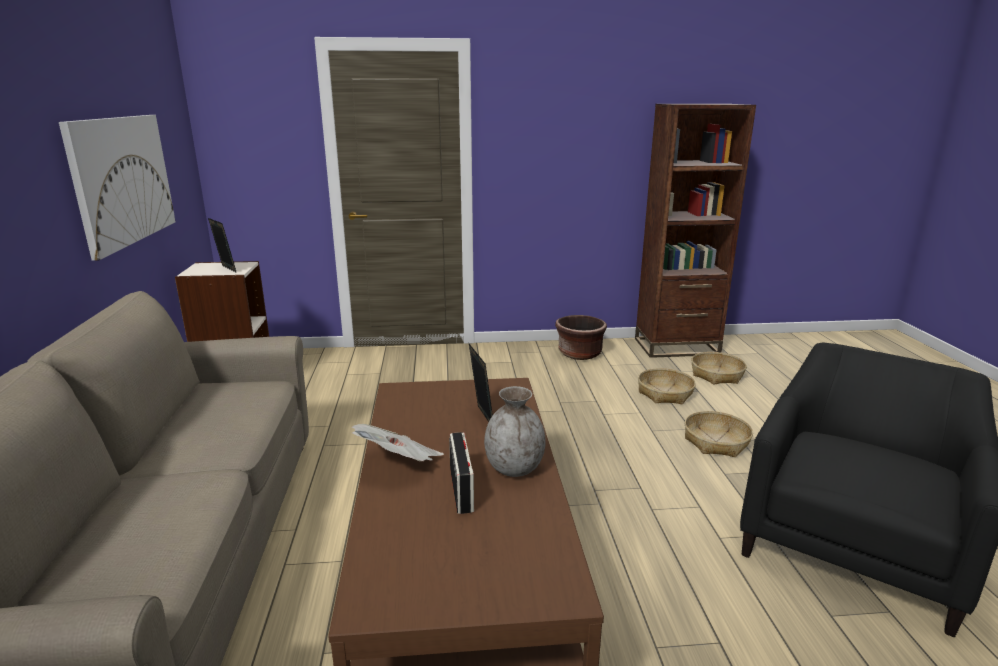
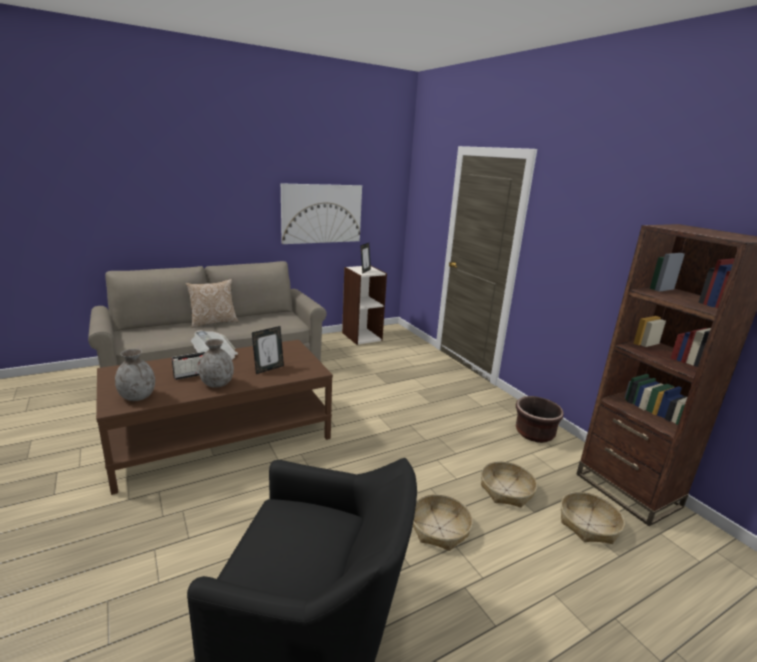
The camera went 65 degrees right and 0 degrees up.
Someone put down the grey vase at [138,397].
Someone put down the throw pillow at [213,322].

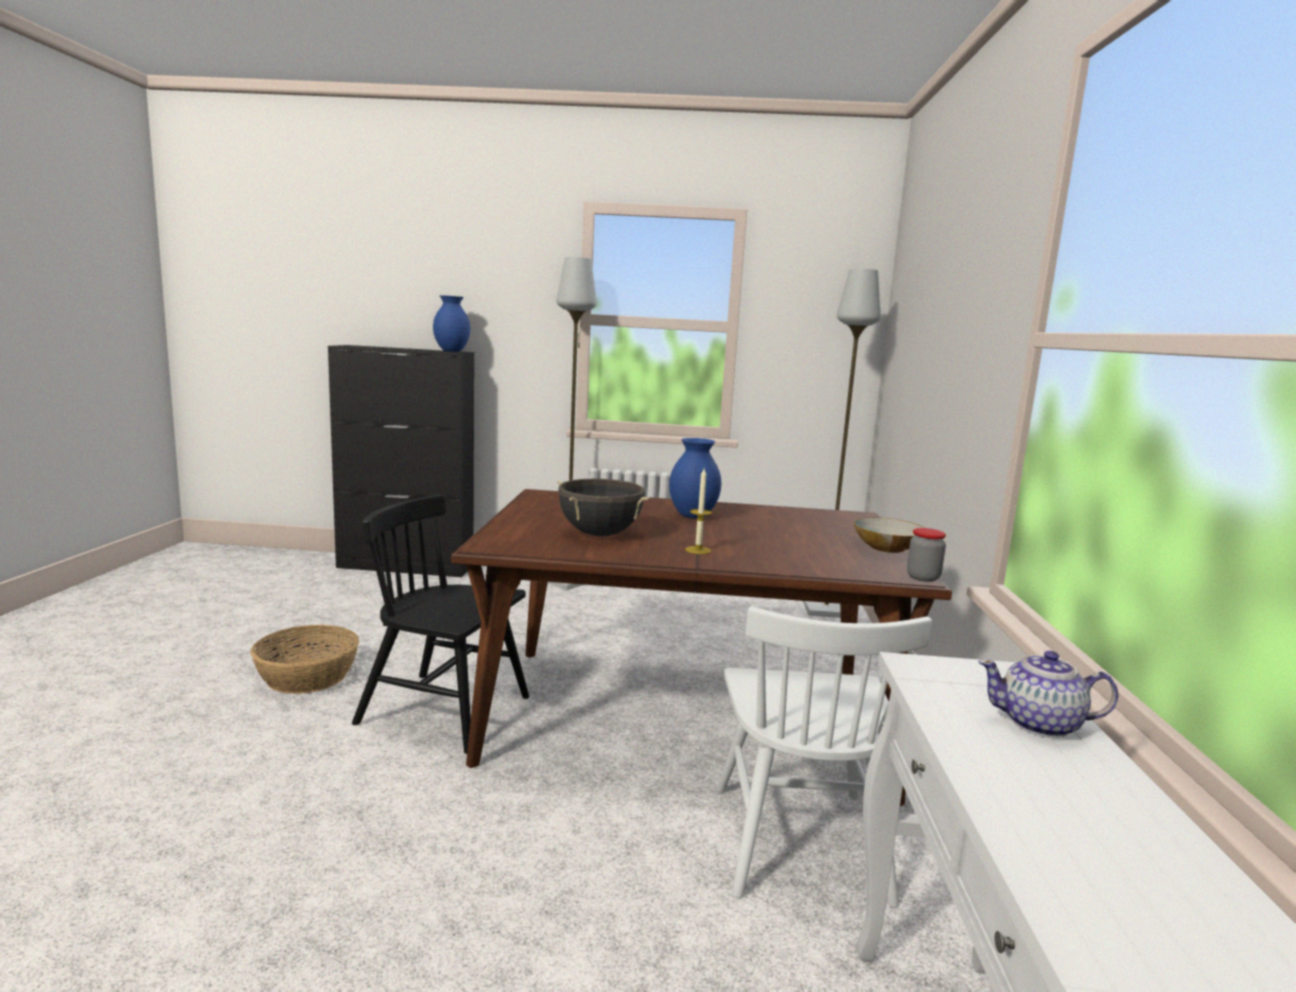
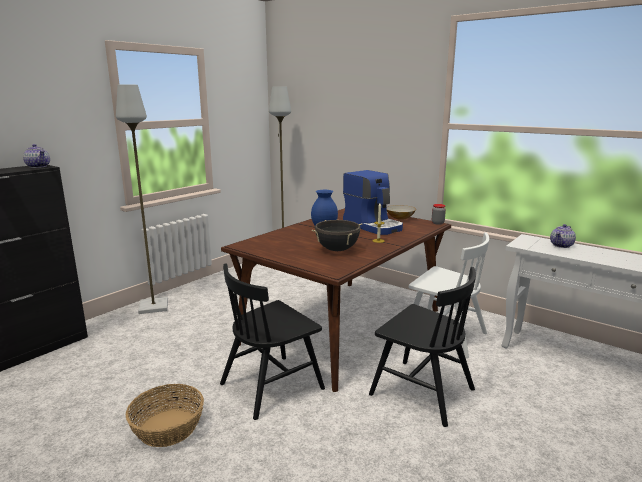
The camera went 55 degrees left and 5 degrees up.
Someone put down the coffee machine at [373,226].
Someone put down the blackish plain chair at [421,391].
Someone swapped the blue-coloured vase at [452,351] for the pot for tea at [38,166].

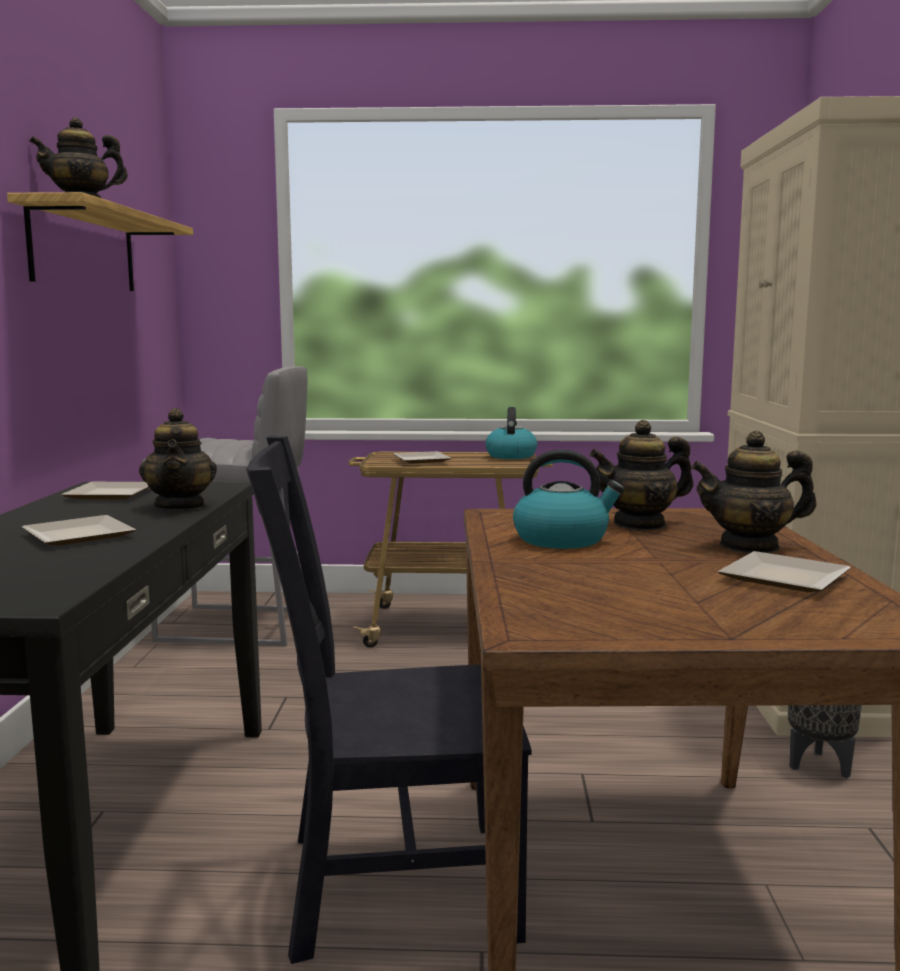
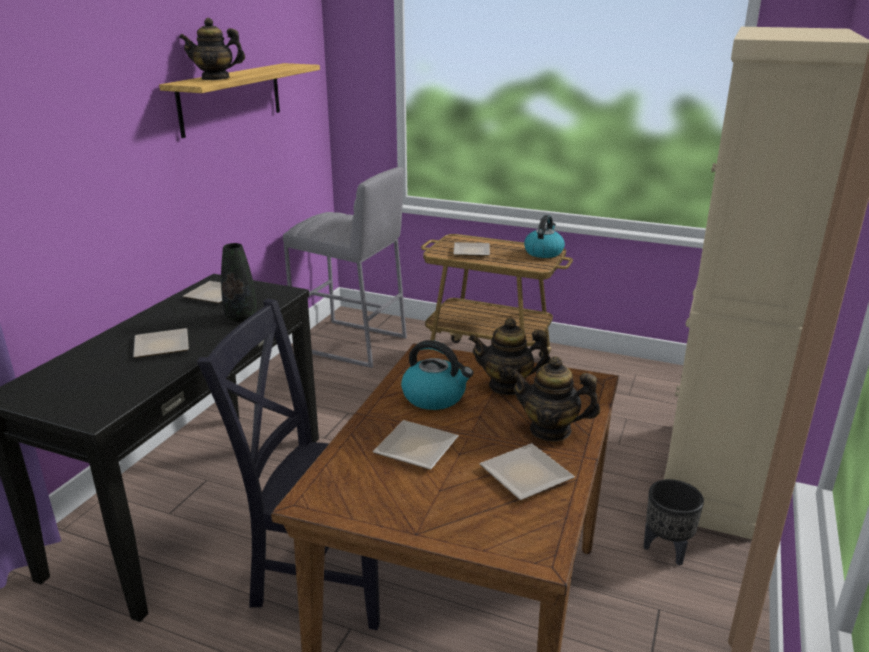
The camera went 20 degrees right and 15 degrees up.
Someone put down the flat dish at [419,448].
Someone swapped the pot for tea at [181,506] for the blackish vase at [241,317].

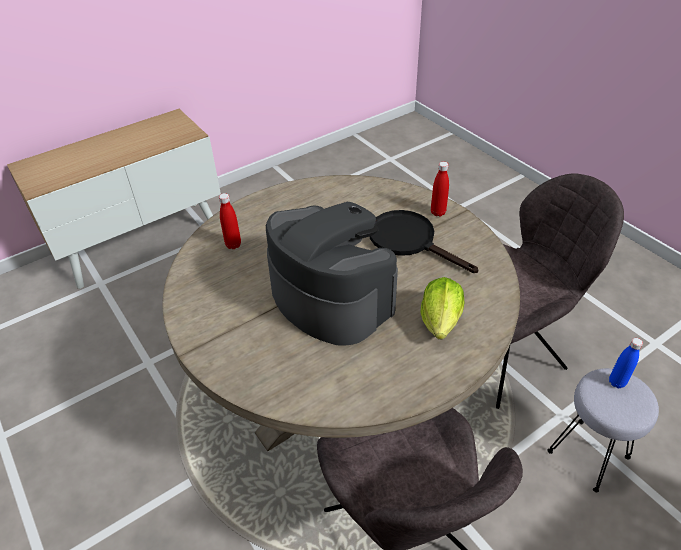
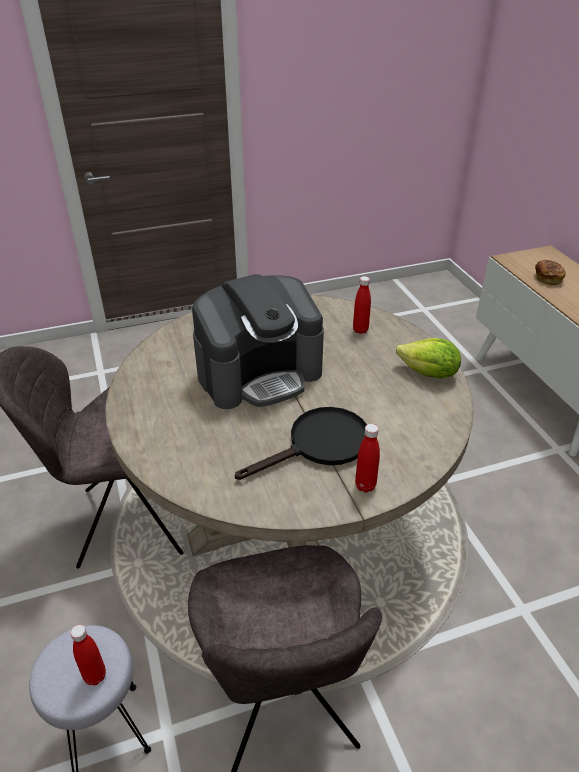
The camera went 105 degrees right and 5 degrees down.
Someone put down the bakery bread at [547,278].
Someone carried the lettuce head from [441,321] to [428,374].
Someone repainted the blue-coloured drink bottle at [617,382], which became the red drink bottle at [95,676].

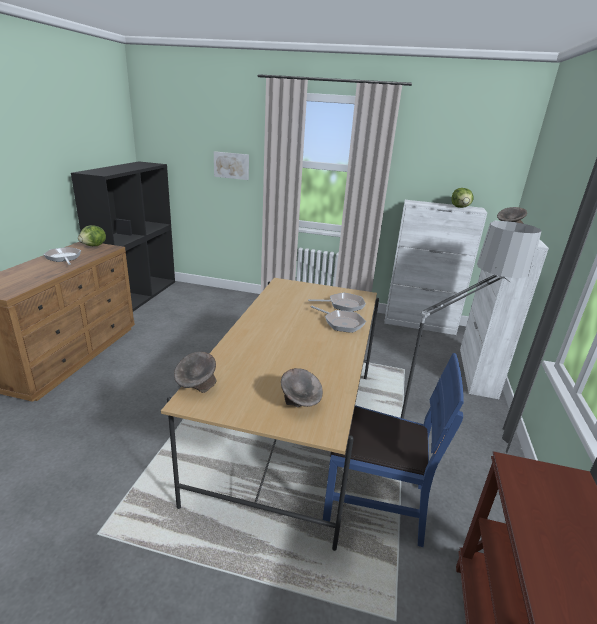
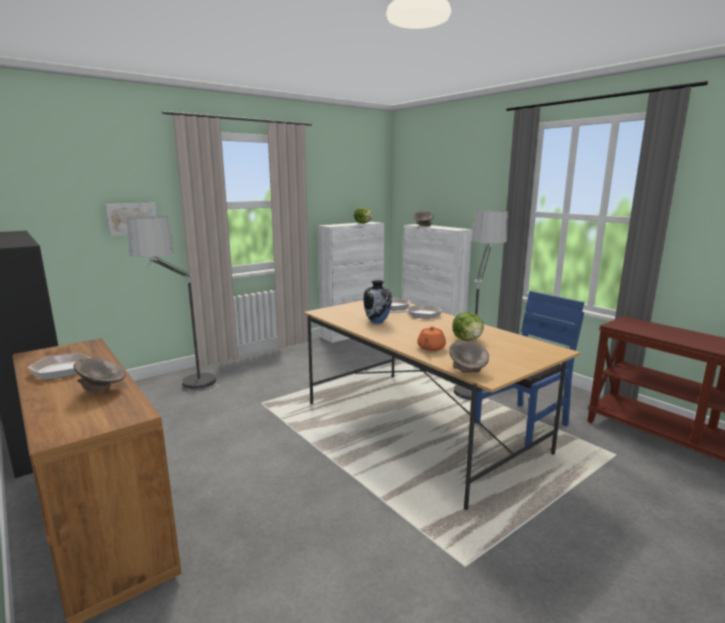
The camera went 50 degrees left and 10 degrees down.
Someone put down the standard lamp at [187,395].
Someone put down the vase at [377,321].
Someone put down the orange pot for tea at [431,348].
Someone carried the lettuce head from [94,246] to [467,340].
Someone carried the grey deep dish from [300,404] to [103,390].

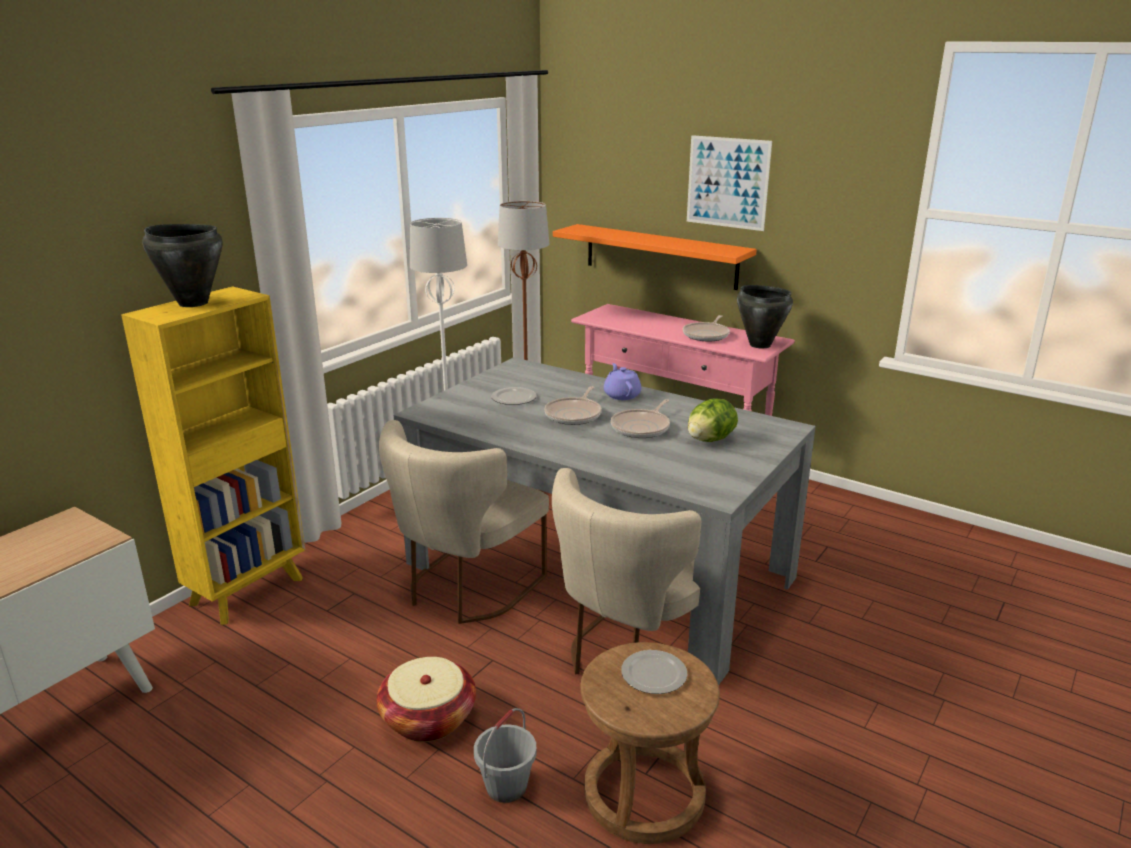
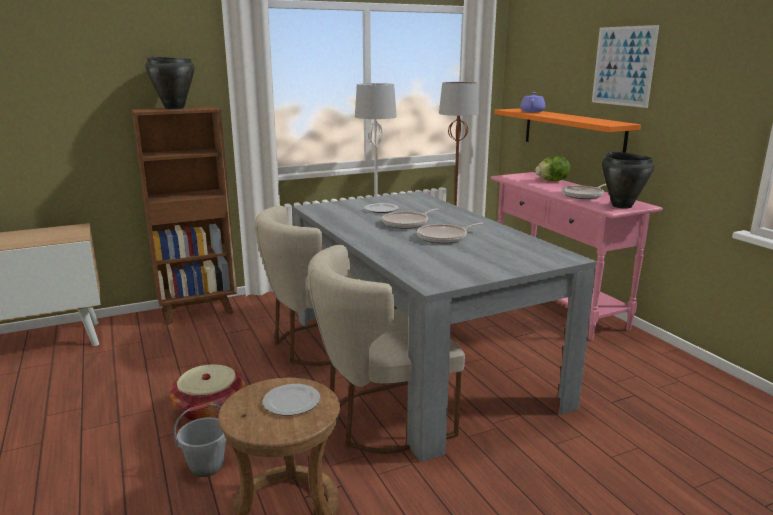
The camera went 30 degrees right and 5 degrees down.
Someone carried the purple-coloured pot for tea from [621,395] to [532,111].
Someone carried the lettuce head from [710,440] to [552,181].
Someone repainted the yellow-coloured shelving unit at [249,590], which became the brownish shelving unit at [199,311].

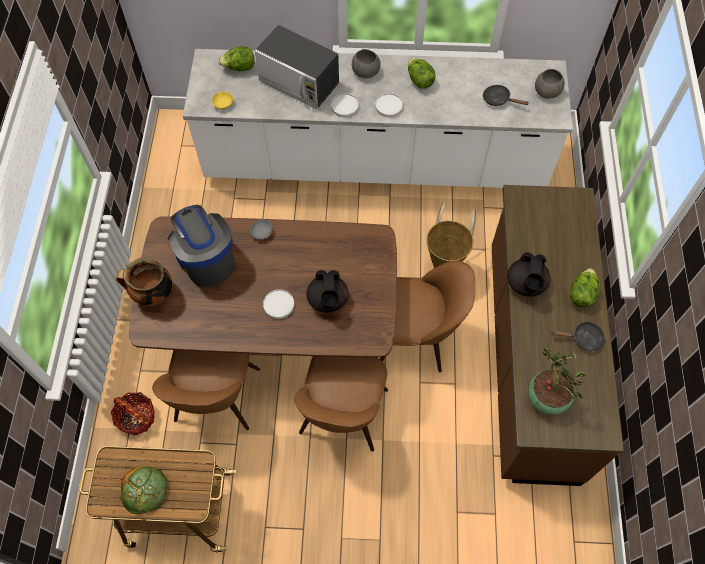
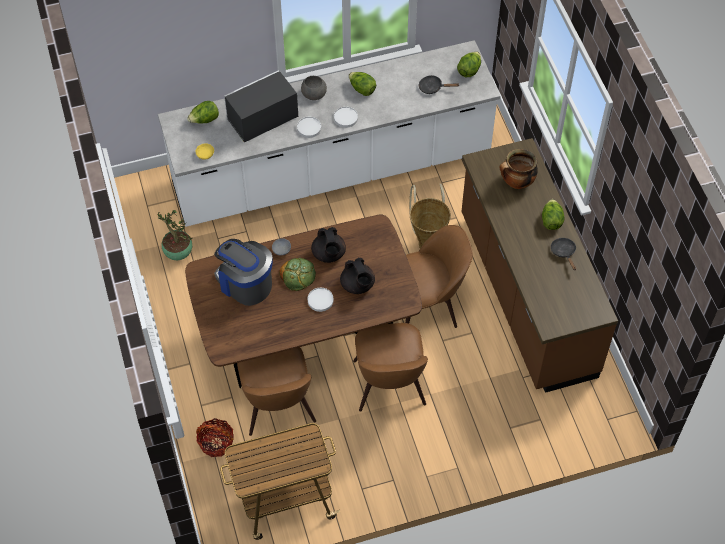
The camera went 20 degrees left and 5 degrees down.
Someone carried the saucepot from [153,295] to [516,183].
Someone carried the bakery bread from [145,490] to [298,275].
Someone carried the blackish pot for tea from [526,284] to [329,254].
Someone carried the houseplant from [545,398] to [177,253].
Someone swapped the grey deep dish at [546,91] for the lettuce head at [469,70].
Someone rotated the kitchen microwave at [299,83] by 135 degrees clockwise.
Someone rotated the blackish frying pan at [583,339] by 90 degrees counterclockwise.

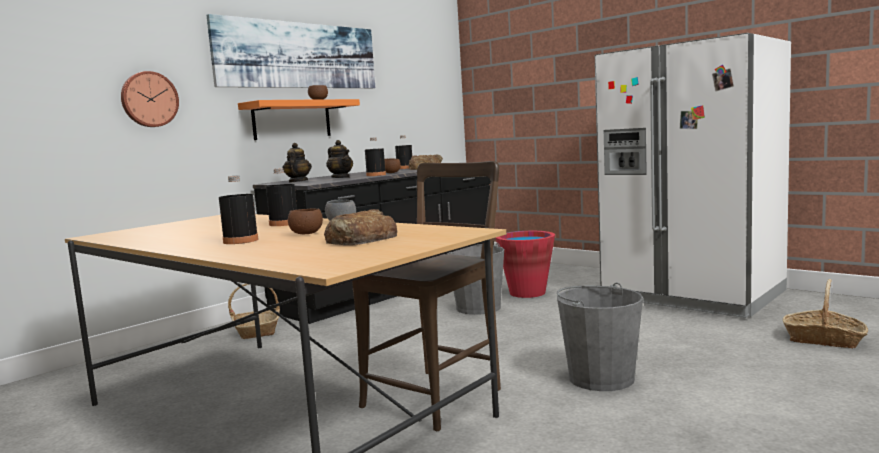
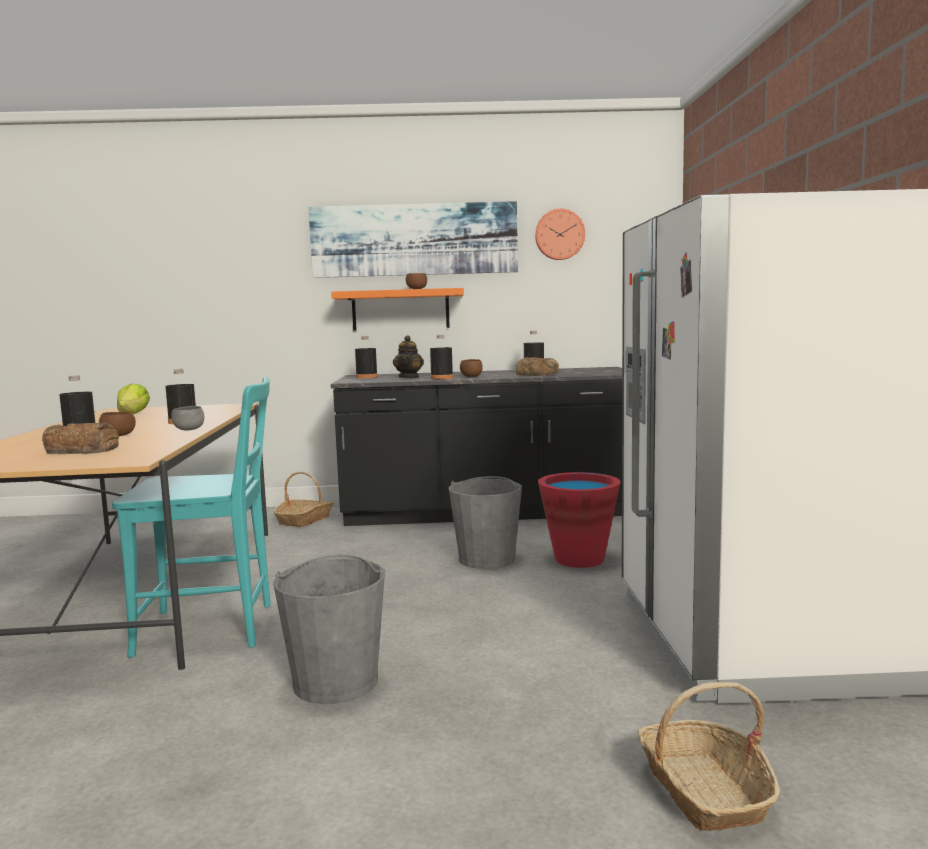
The camera went 45 degrees right and 0 degrees up.
Someone put down the lettuce head at [133,414].
Someone carried the clock on the wall from [149,99] to [559,234].
Someone swapped the pot for tea at [298,181] for the blackish drink bottle at [366,377].
Someone repainted the brownish plain chair at [437,395], which became the turquoise-coloured plain chair at [214,628].

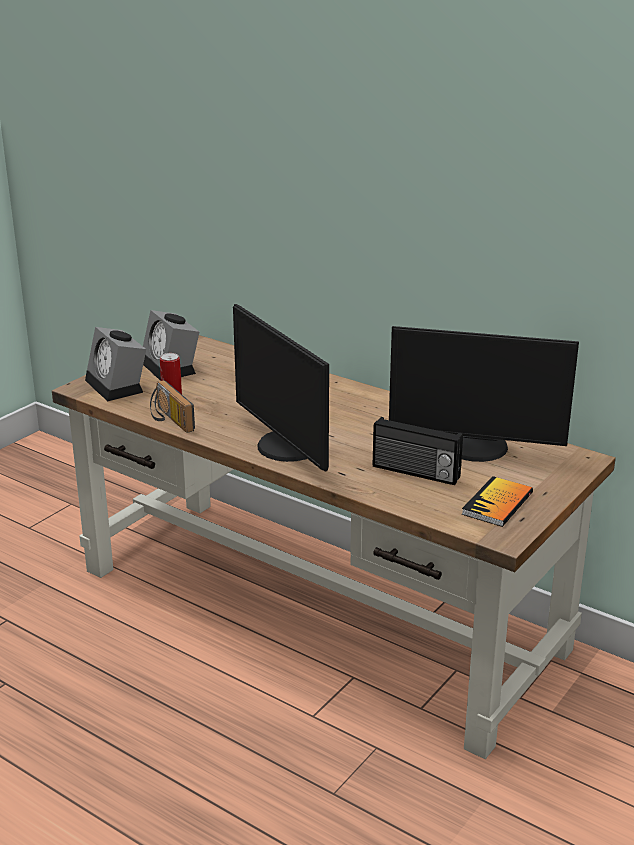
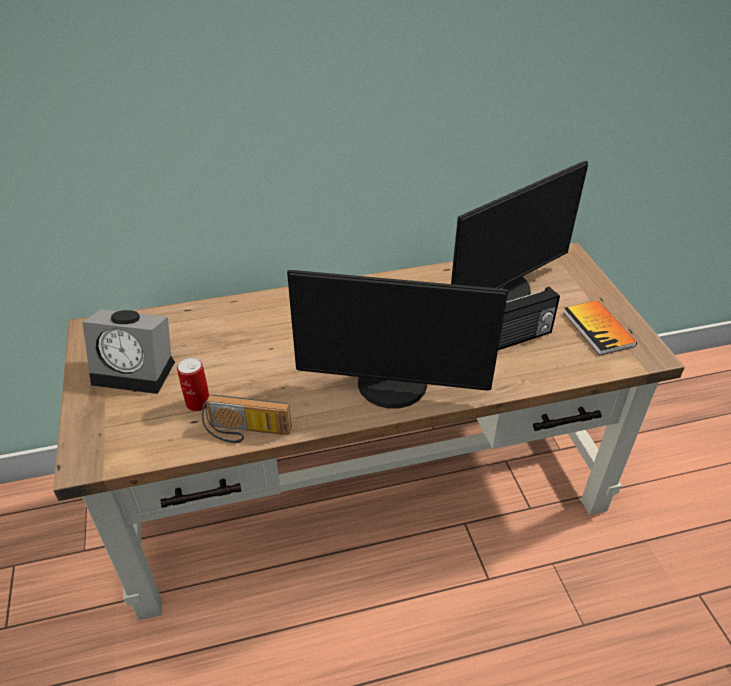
The camera went 50 degrees left and 15 degrees up.
Someone took away the table clock at [118,386].

